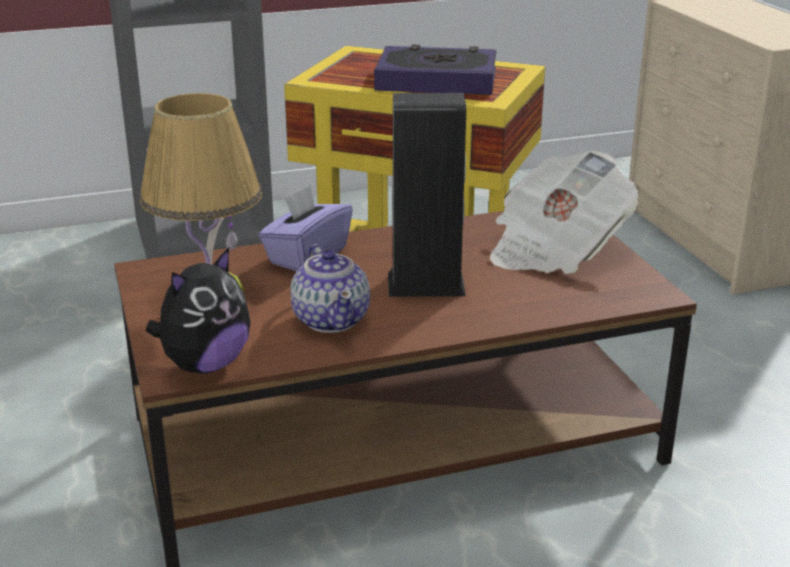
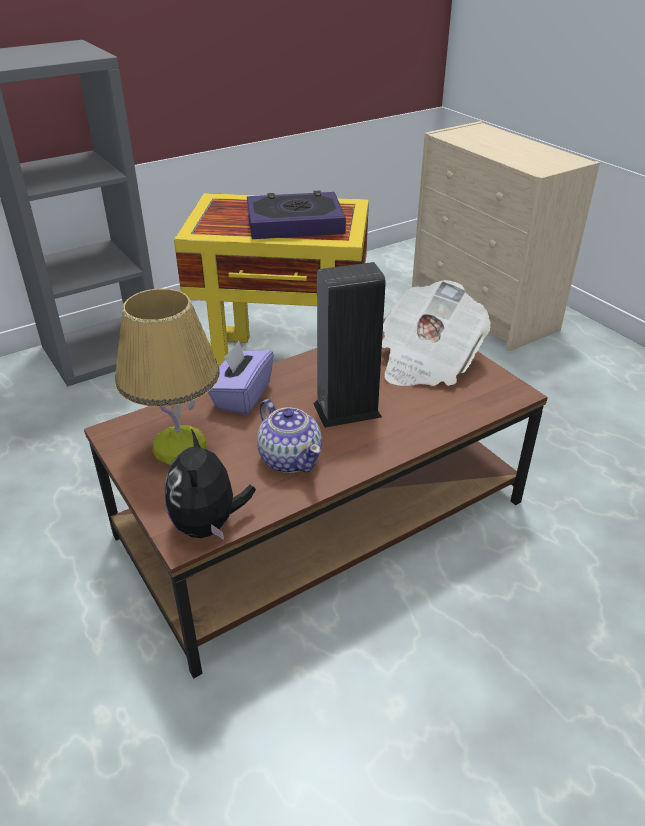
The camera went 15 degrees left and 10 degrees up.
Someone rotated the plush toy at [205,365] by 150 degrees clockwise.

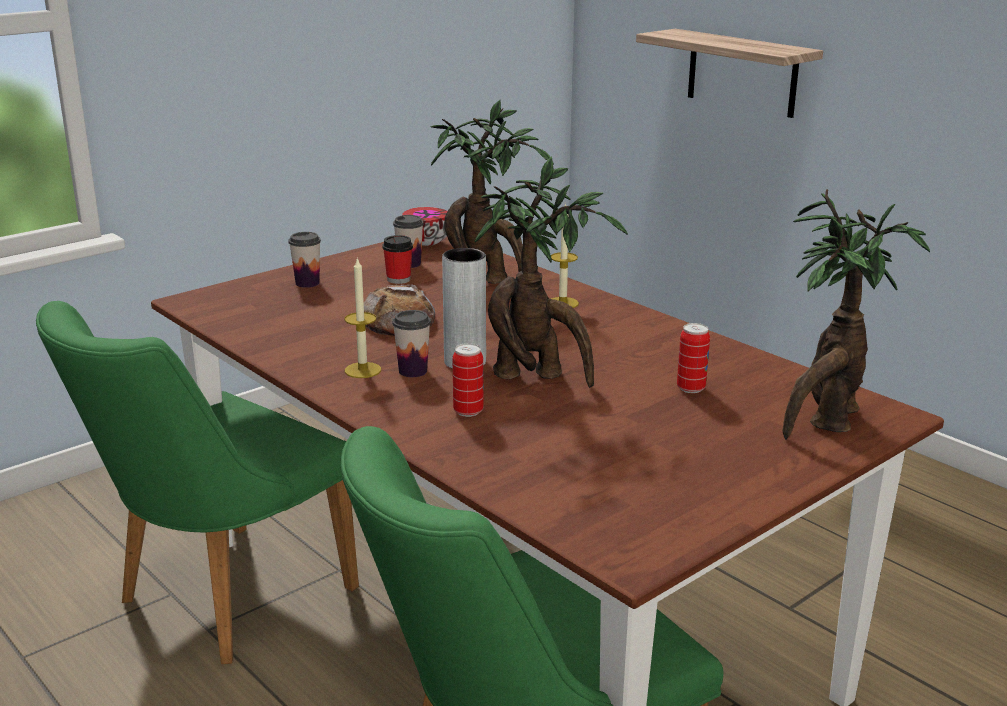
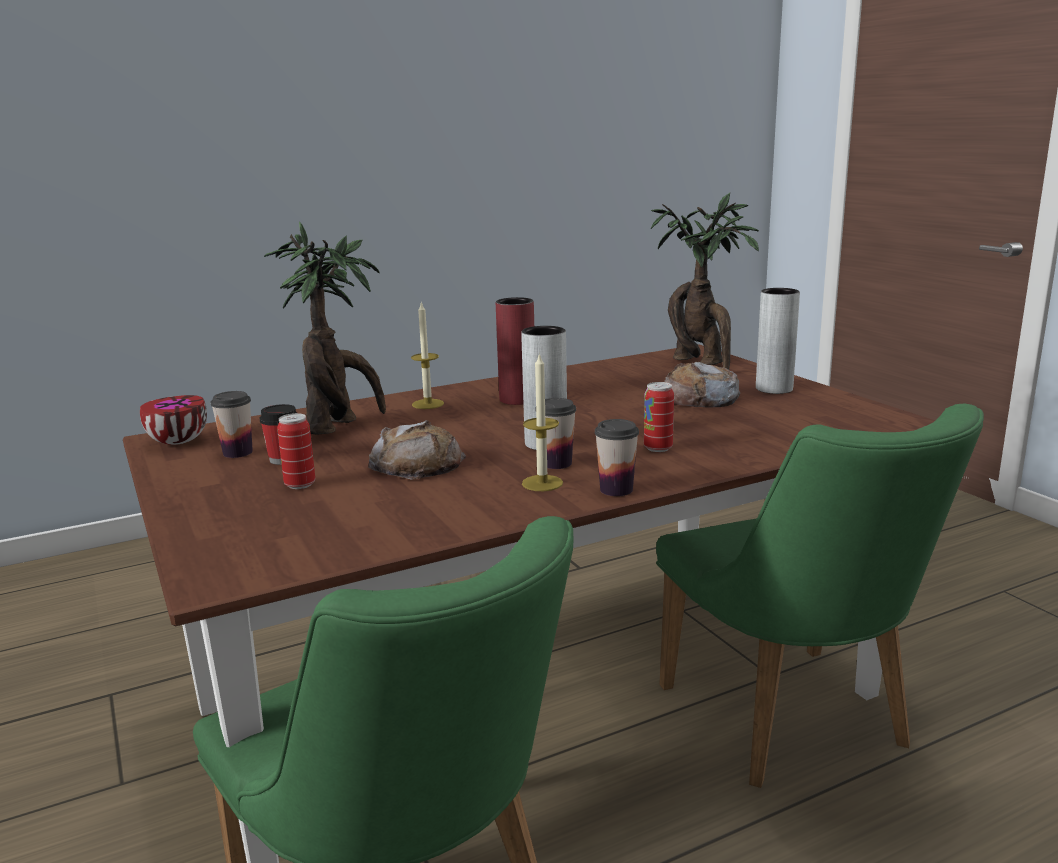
The camera went 75 degrees left and 5 degrees down.
Someone took away the houseplant at [537,377].
Someone took away the bracket shelf at [742,73].
Someone put down the red vase at [517,399].
Someone put down the bakery bread at [700,398].
Someone put down the grey vase at [774,389].
Someone carried the cup from [307,283] to [616,490].
Someone carried the metal can from [691,388] to [300,484].

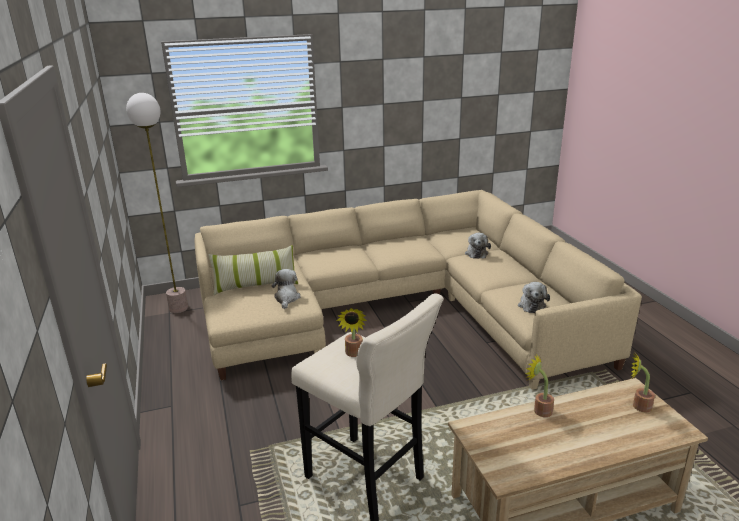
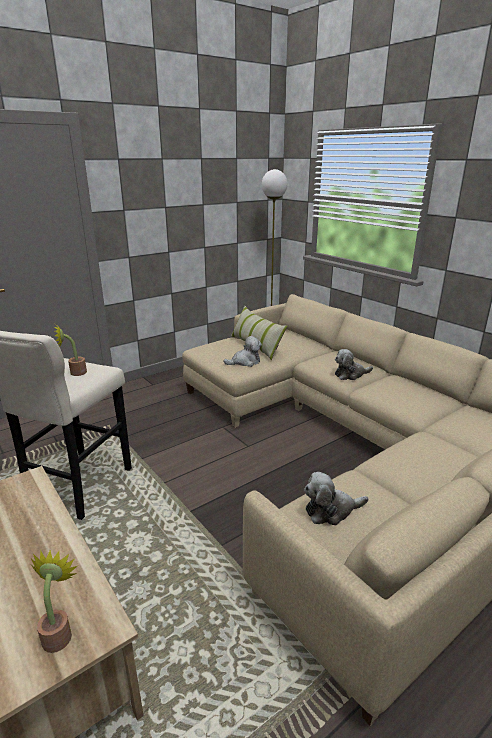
The camera went 70 degrees right and 0 degrees up.
Someone took away the houseplant at [539,409].
Someone carried the plush toy from [476,253] to [350,374].

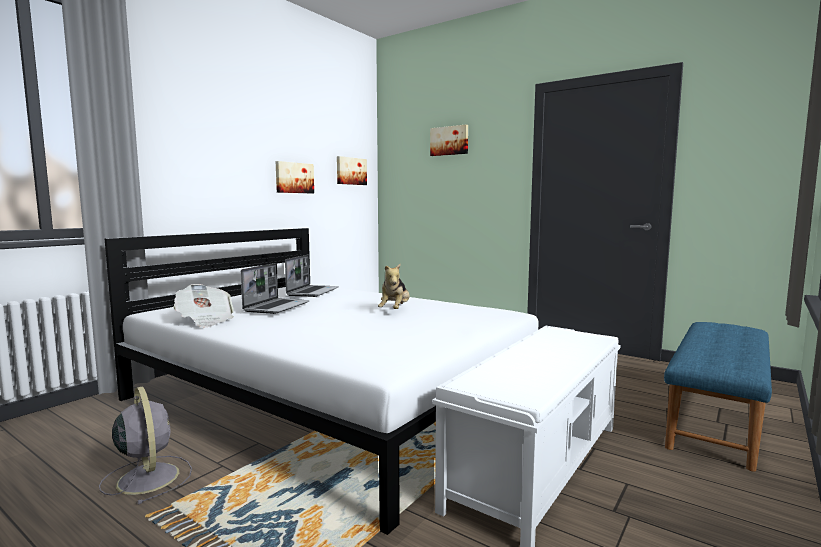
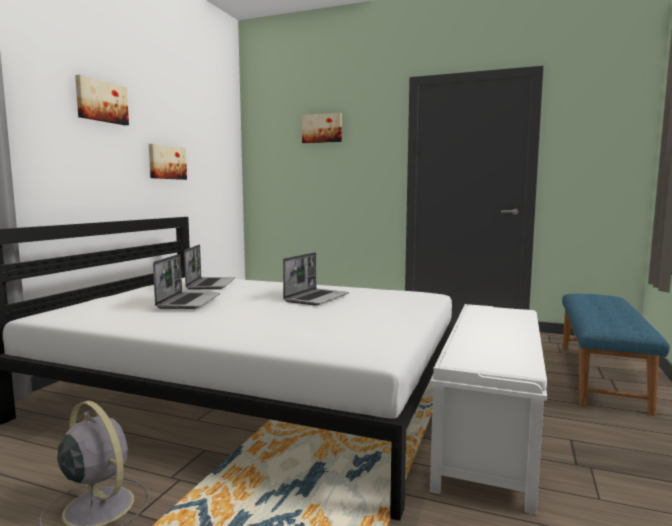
The camera went 15 degrees left and 0 degrees up.
Someone took away the daily paper at [205,320].
Someone carried the wall picture from [350,171] to [101,101].
Someone swapped the plush toy at [395,310] for the portable computer at [316,298].

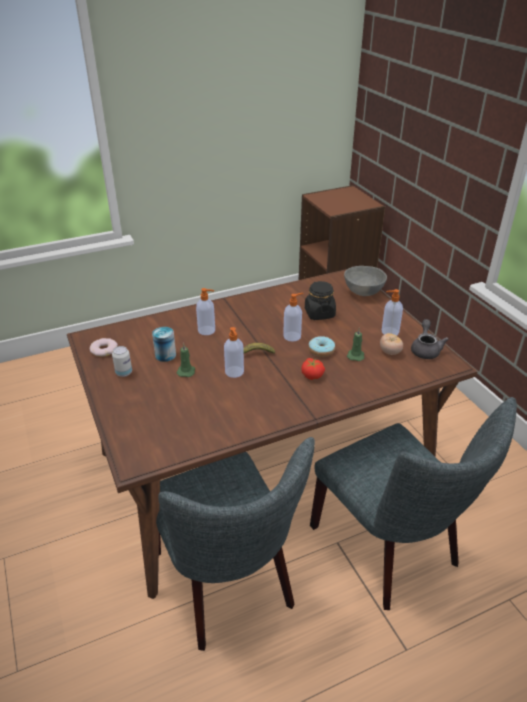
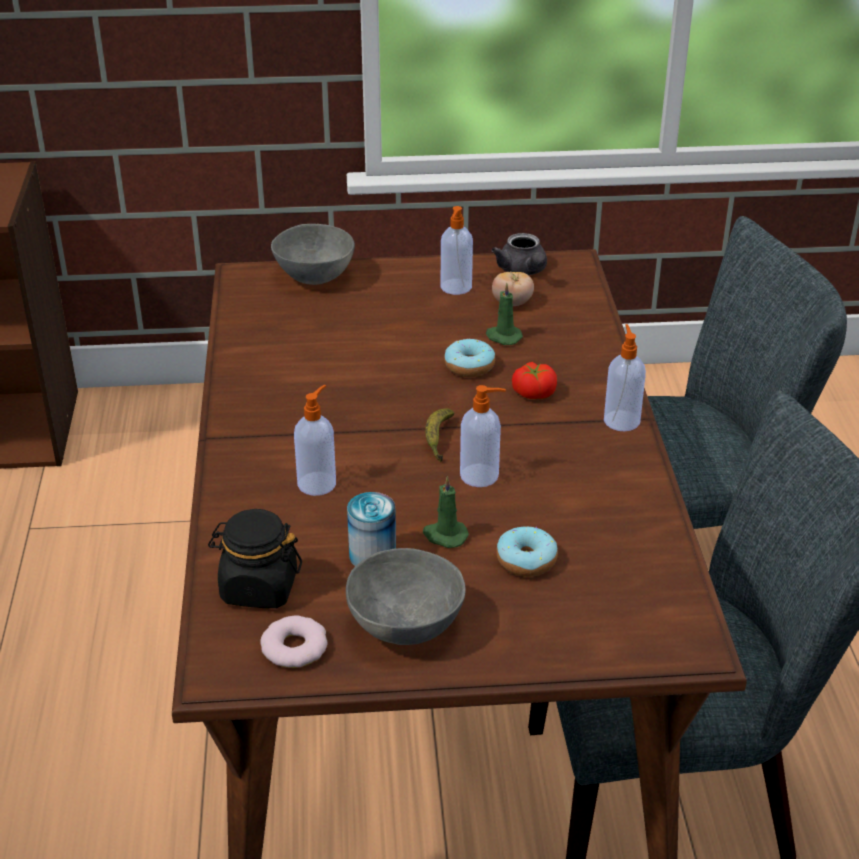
The camera went 70 degrees left and 0 degrees up.
Someone put down the ring doughnut at [526,560].
Someone carried the soap dispenser from [292,336] to [621,420].
Someone carried the blackish jar from [319,313] to [258,587].
Someone swapped the metal can at [124,373] for the grey deep dish at [403,625].
Someone rotated the grey pot for tea at [425,349] by 135 degrees counterclockwise.

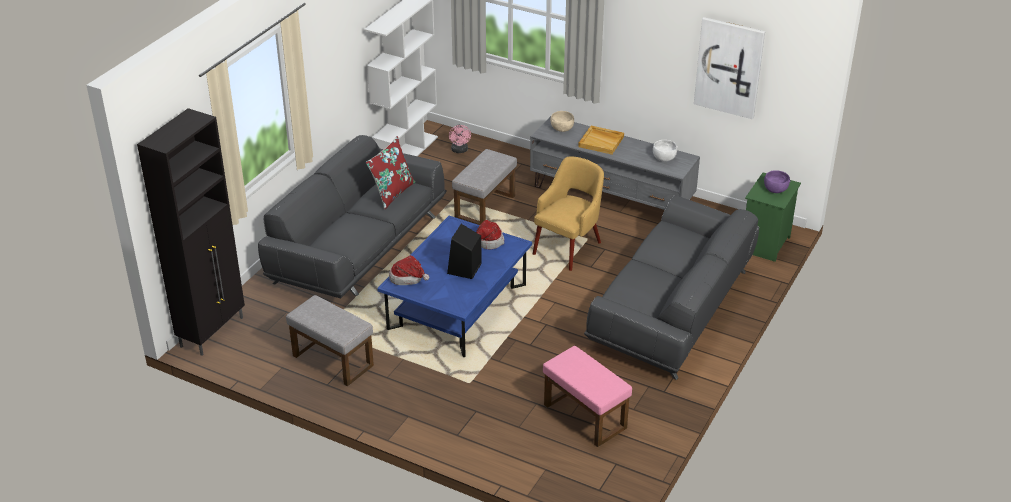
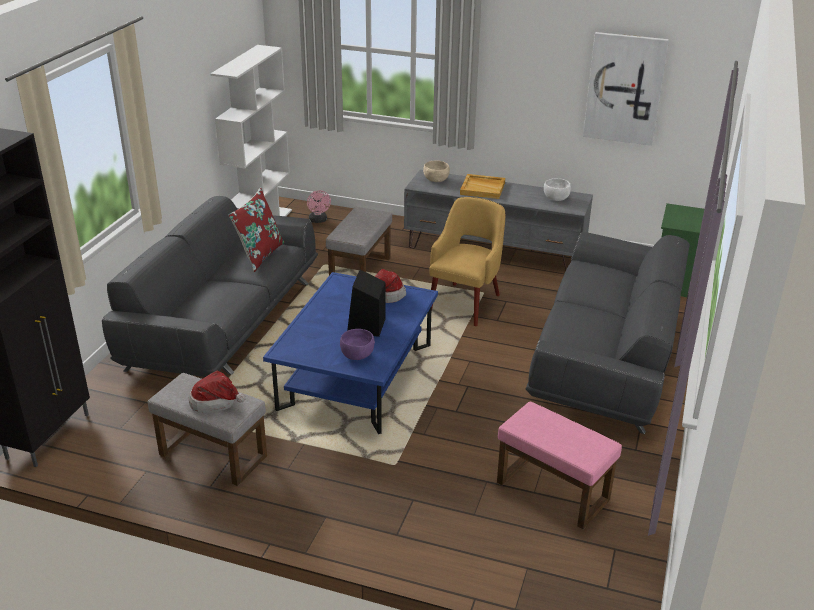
The camera went 10 degrees left and 5 degrees down.
Someone carried the wearable hat from [408,278] to [216,402].
Someone carried the purple-coloured deep dish from [775,190] to [357,355].

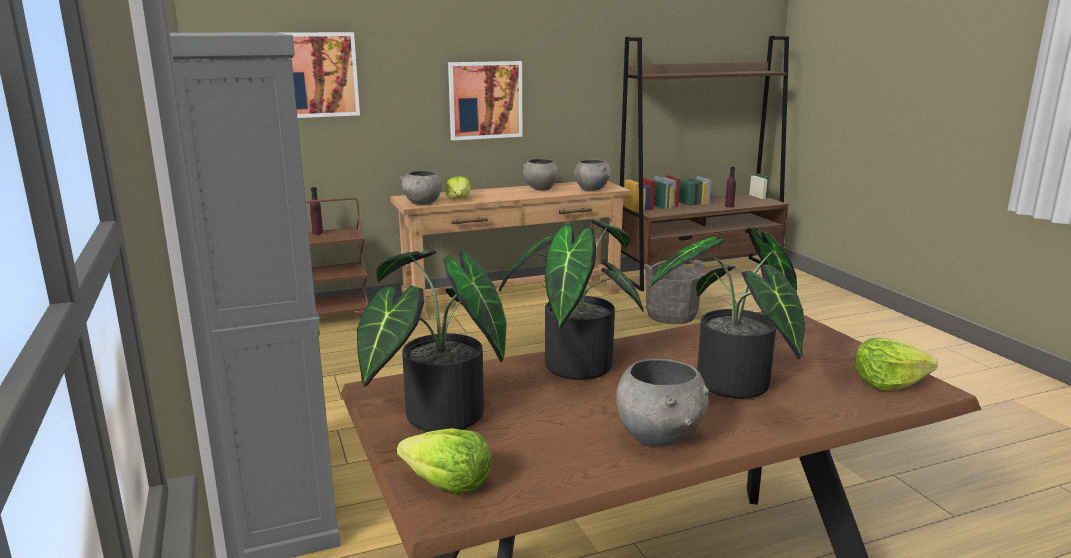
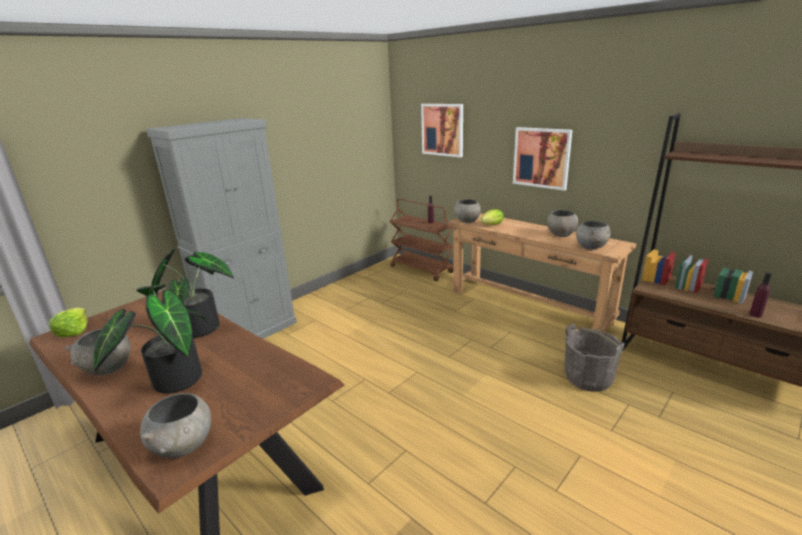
The camera went 65 degrees right and 5 degrees up.
Someone took away the houseplant at [435,417].
Someone swapped the lettuce head at [888,382] for the grey deep dish at [184,446].

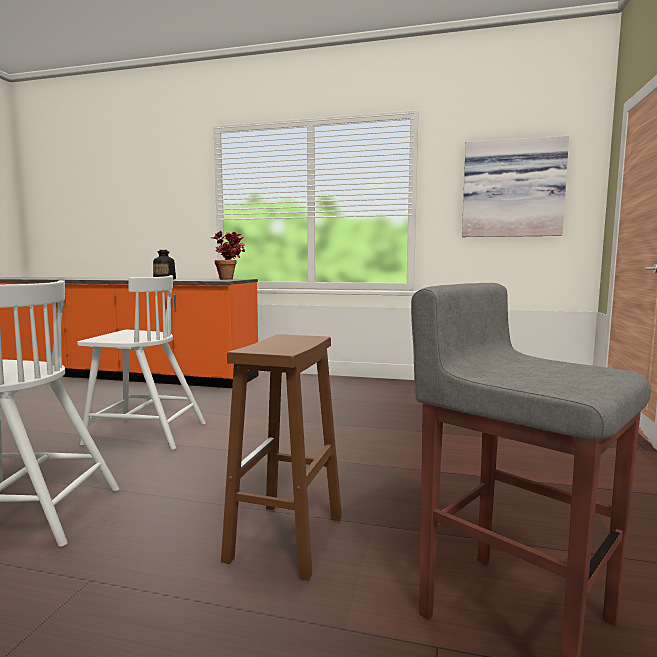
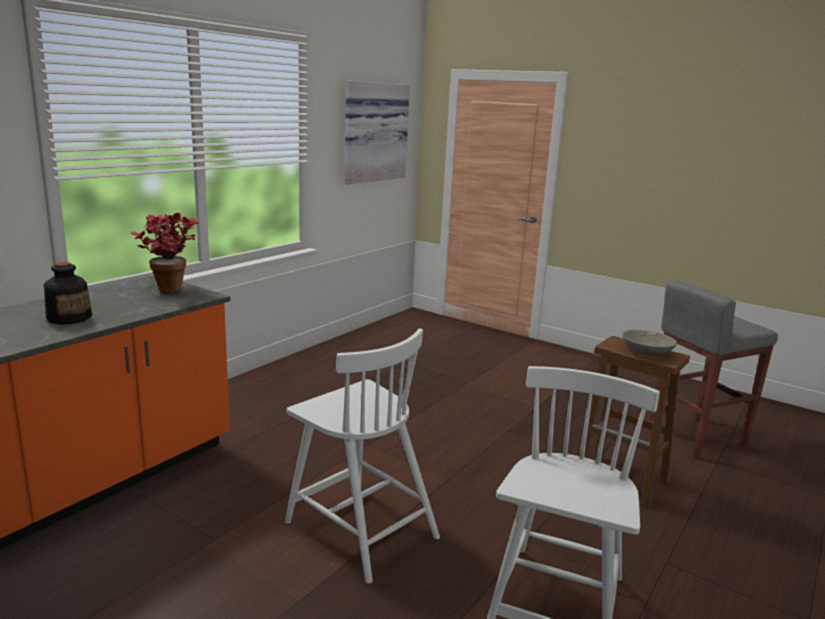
The camera went 70 degrees left and 10 degrees up.
Someone put down the grey deep dish at [646,352].
Someone rotated the white plain chair at [144,433] by 105 degrees clockwise.

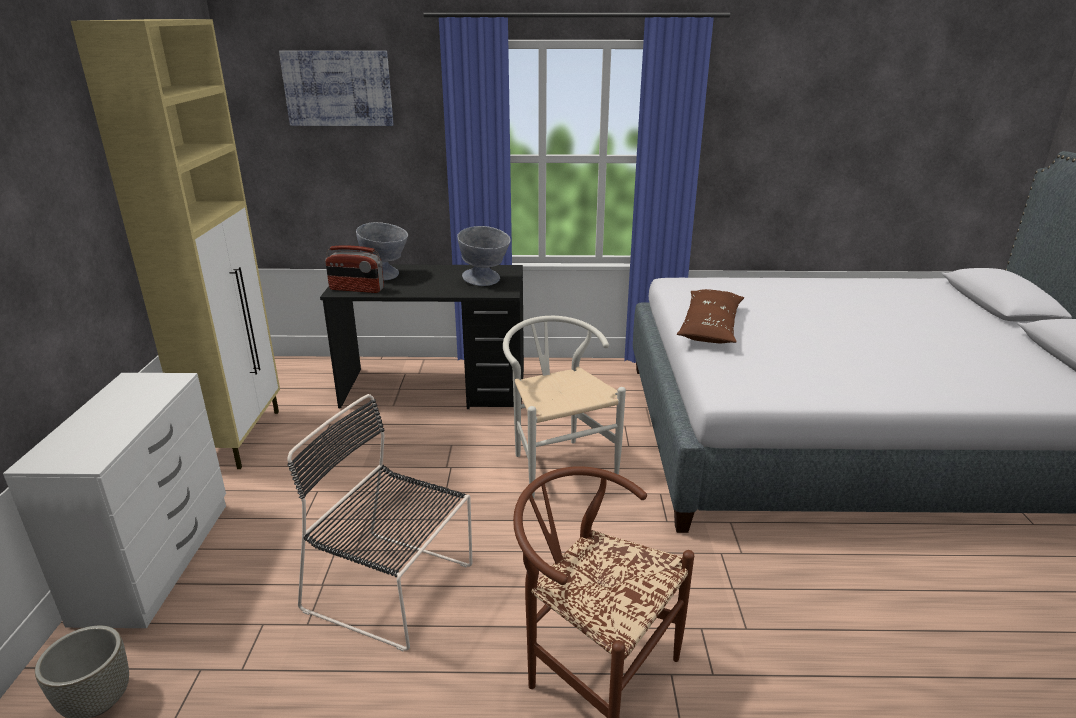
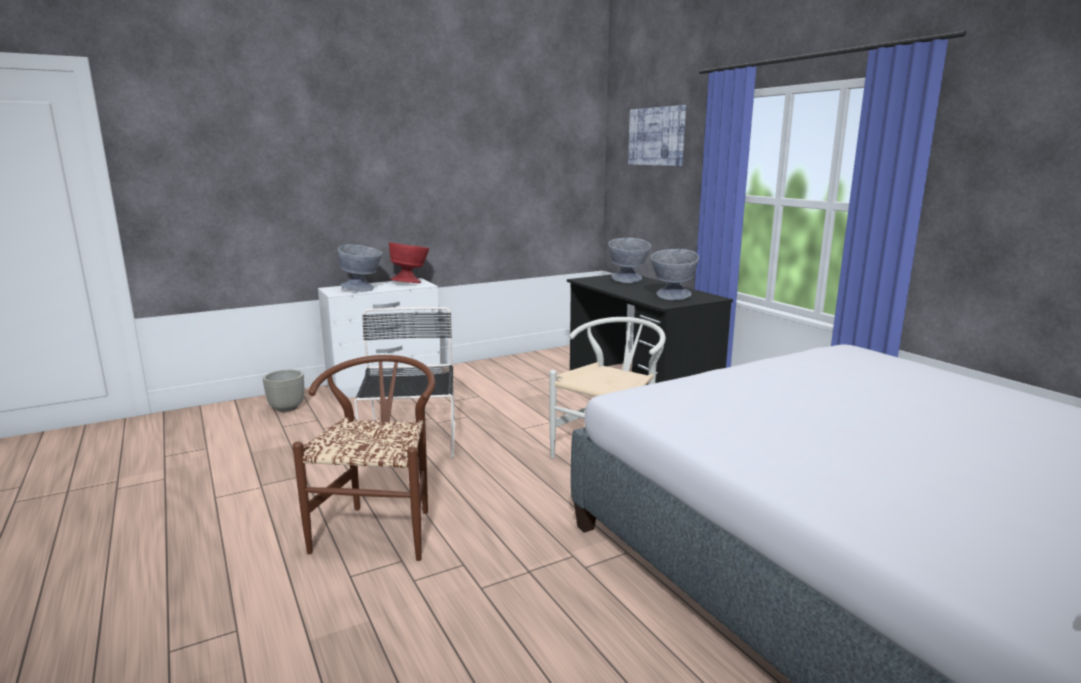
The camera went 60 degrees right and 10 degrees down.
Someone took away the beige storage cabinet at [240,437].
Someone took away the radio at [356,289].
Someone took away the brownish throw pillow at [710,328].
Someone put down the grey deep dish at [363,289].
Someone put down the red deep dish at [411,282].

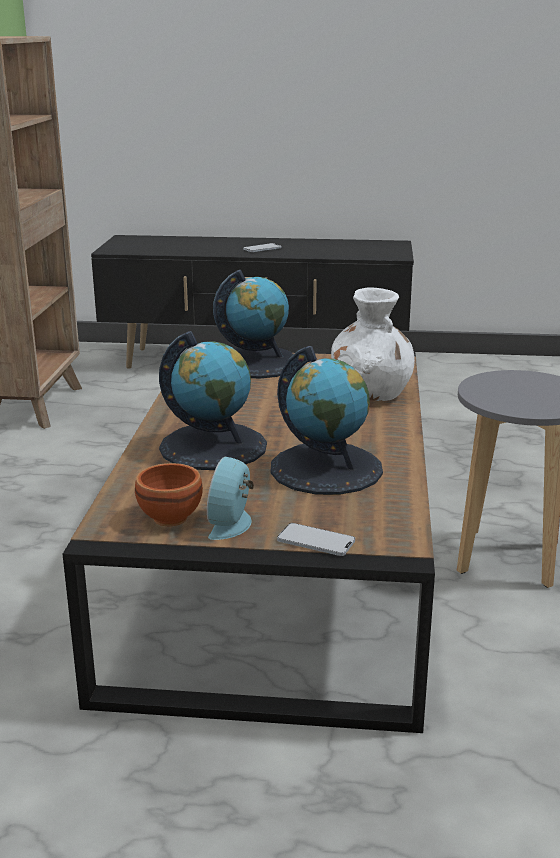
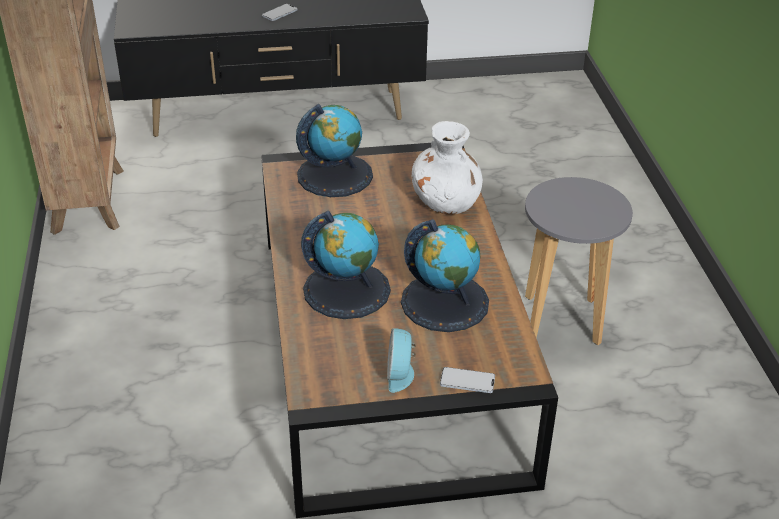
The camera went 15 degrees left and 15 degrees up.
Someone took away the brownish deep dish at [169,517].

